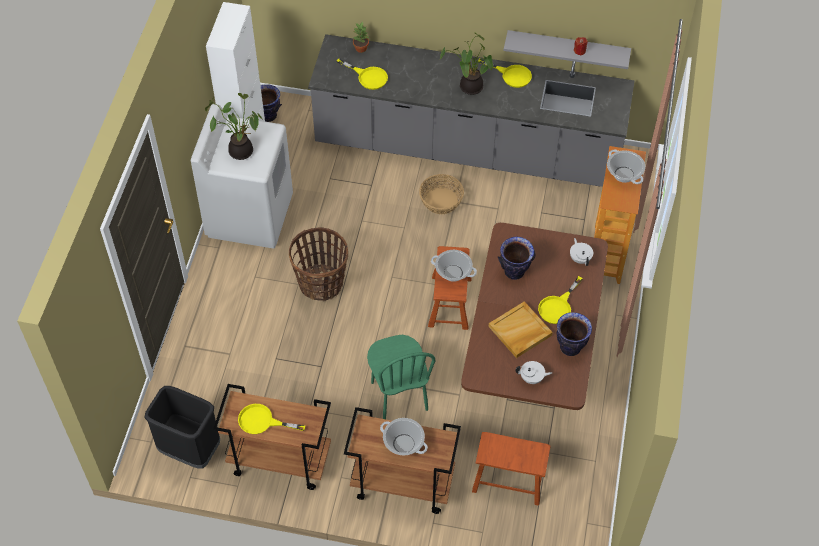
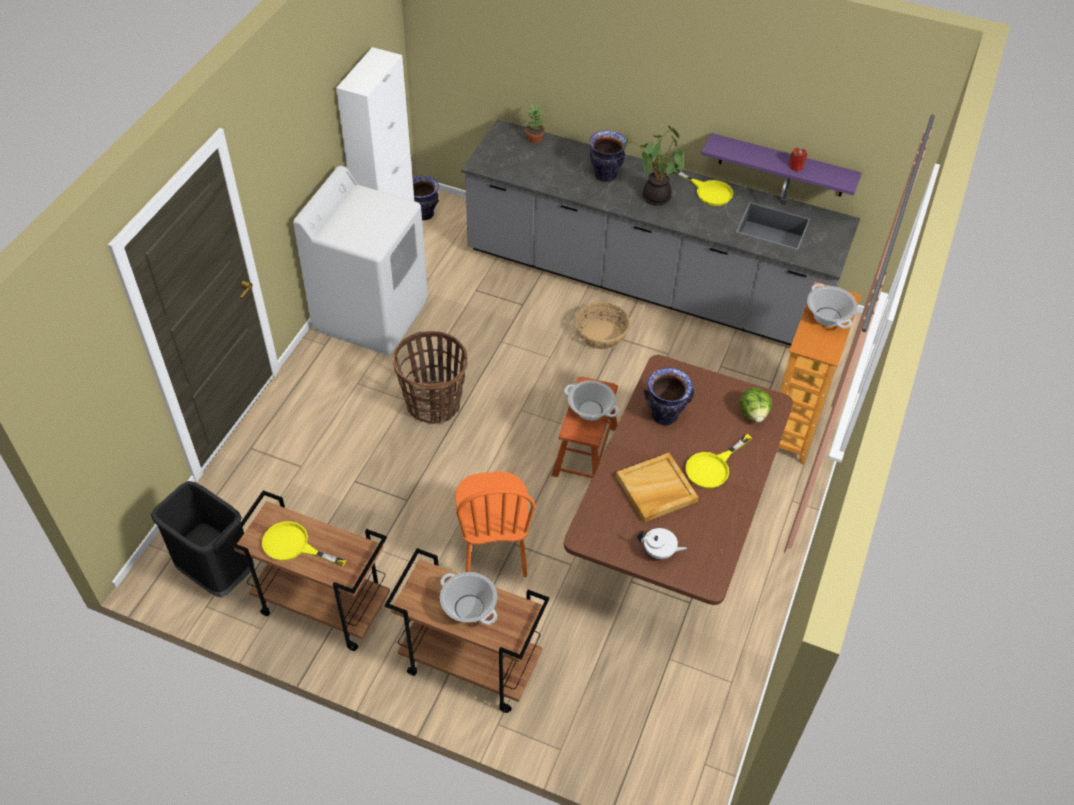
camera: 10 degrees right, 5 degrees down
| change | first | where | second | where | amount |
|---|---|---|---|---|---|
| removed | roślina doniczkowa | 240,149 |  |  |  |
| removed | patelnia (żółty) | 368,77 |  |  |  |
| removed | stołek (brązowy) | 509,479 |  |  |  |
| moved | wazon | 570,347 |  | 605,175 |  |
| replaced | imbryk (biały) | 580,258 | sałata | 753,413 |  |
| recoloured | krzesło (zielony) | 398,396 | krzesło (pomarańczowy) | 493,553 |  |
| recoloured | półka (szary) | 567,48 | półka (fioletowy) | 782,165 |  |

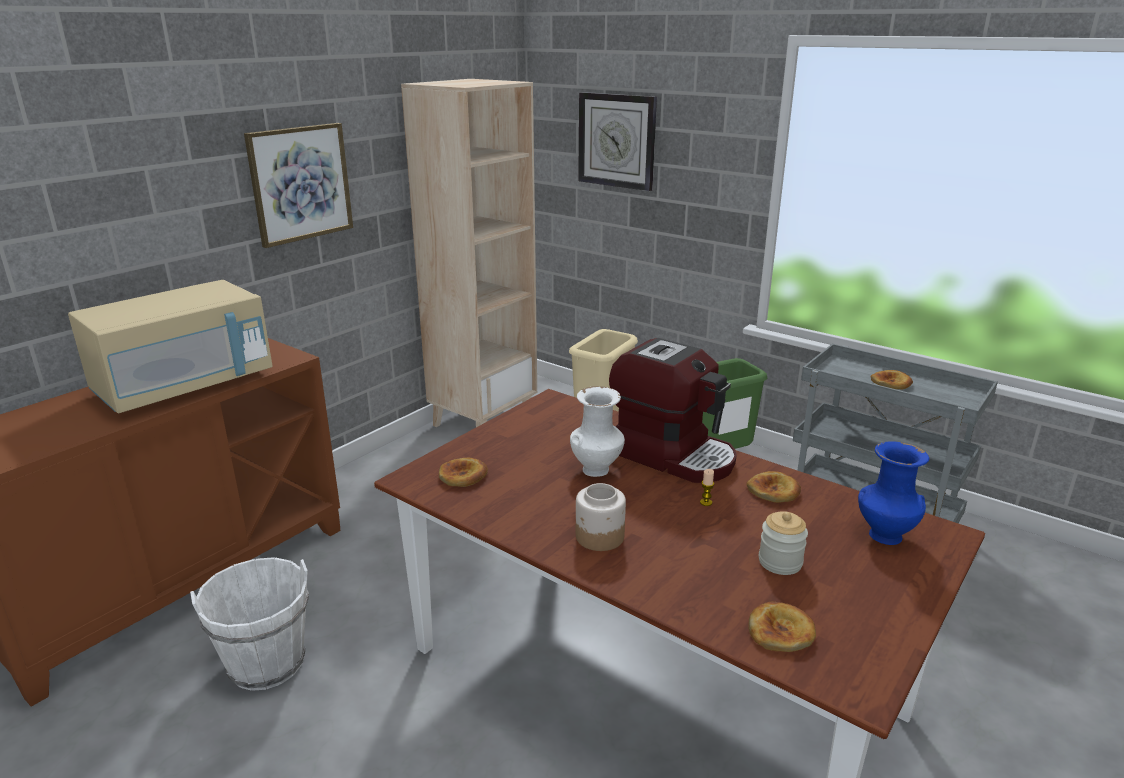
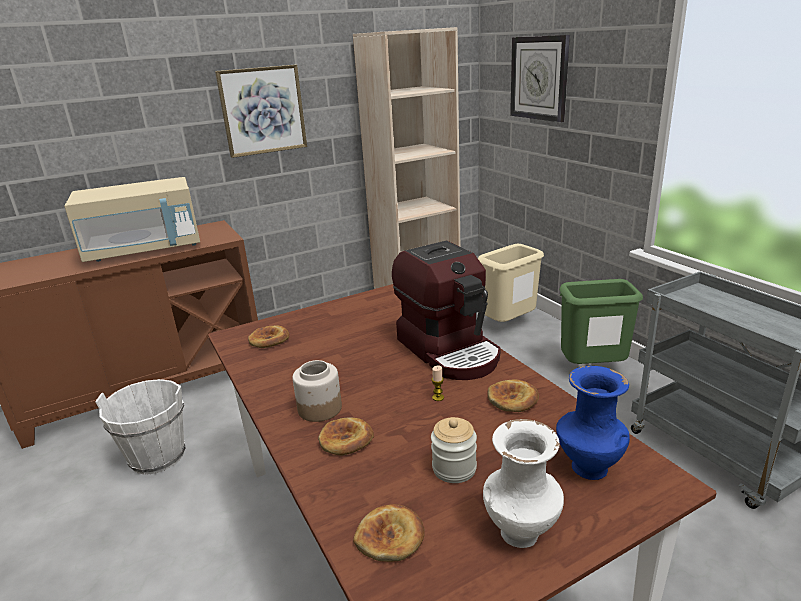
camera: 25 degrees right, 0 degrees up
| change | first | where | second | where | amount |
|---|---|---|---|---|---|
| moved | wazon (biały) | 597,469 |  | 522,532 |  |
| moved | chleb | 891,383 |  | 346,439 |  |

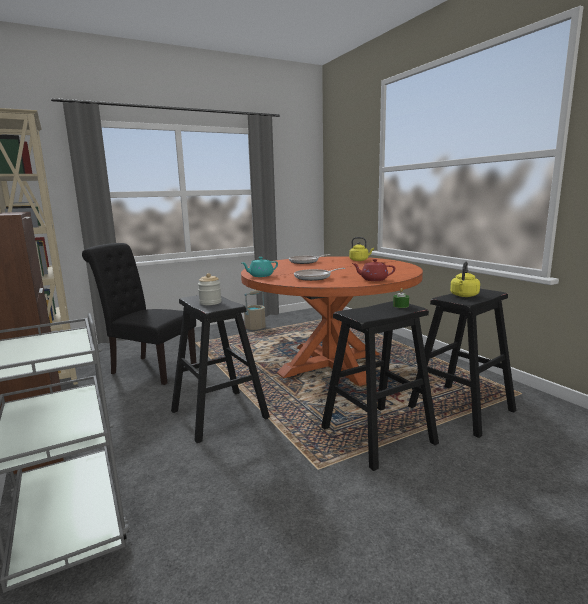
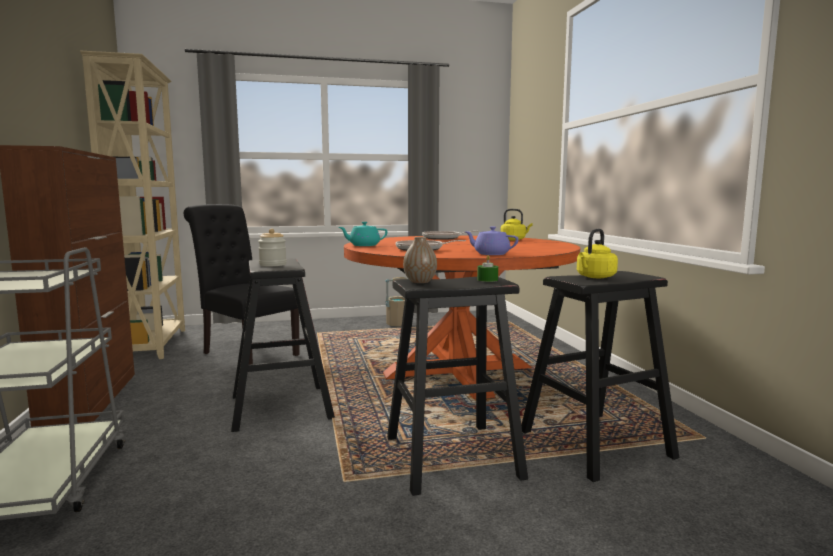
camera: 15 degrees right, 5 degrees down
| change | first | where | second | where | amount |
|---|---|---|---|---|---|
| added |  |  | wazon | 420,281 |  |
| recoloured | imbryk (czerwony) | 373,279 | imbryk (fioletowy) | 490,254 |  |

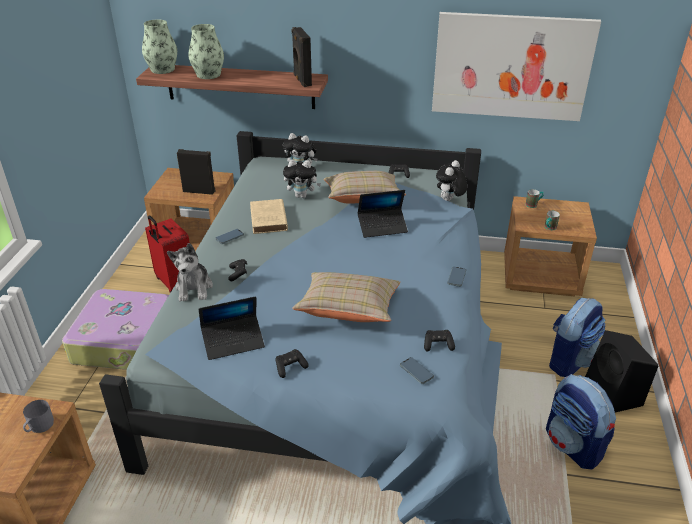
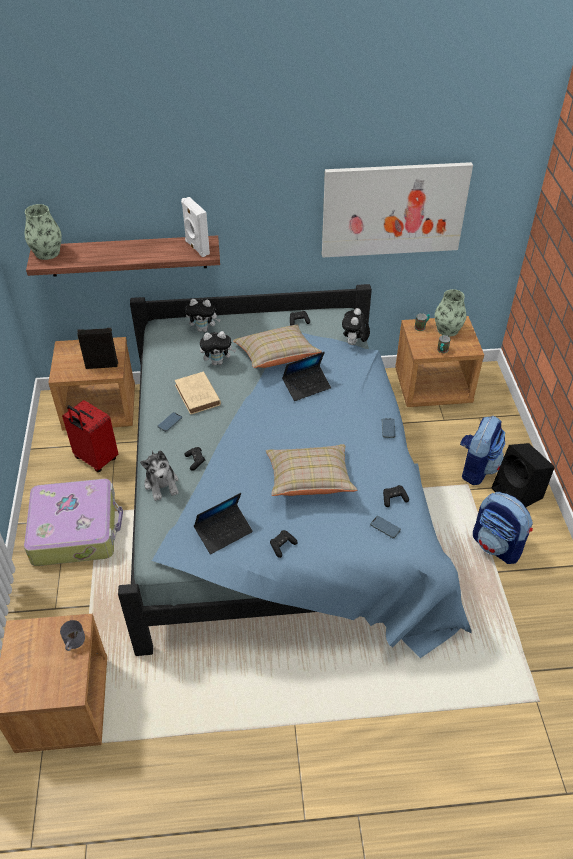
camera: 15 degrees left, 10 degrees up
| change | first | where | second | where | amount |
|---|---|---|---|---|---|
| moved | wazon | 208,74 |  | 447,329 |  |
| recoloured | głośnik (czarny) | 301,80 | głośnik (biały) | 196,248 |  |

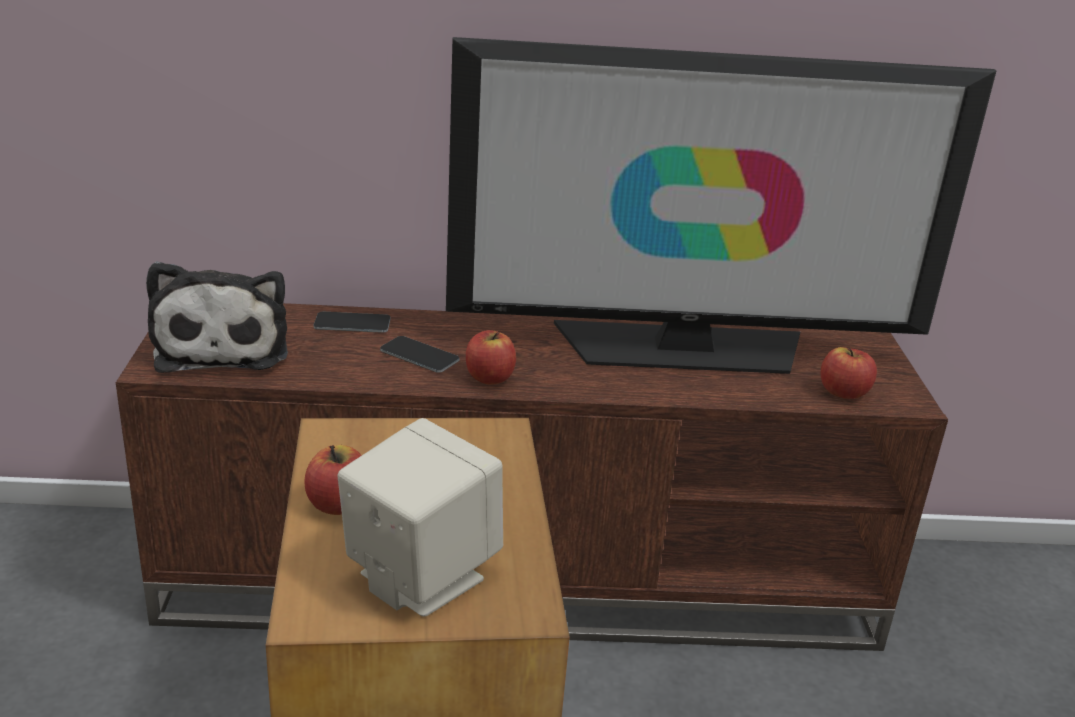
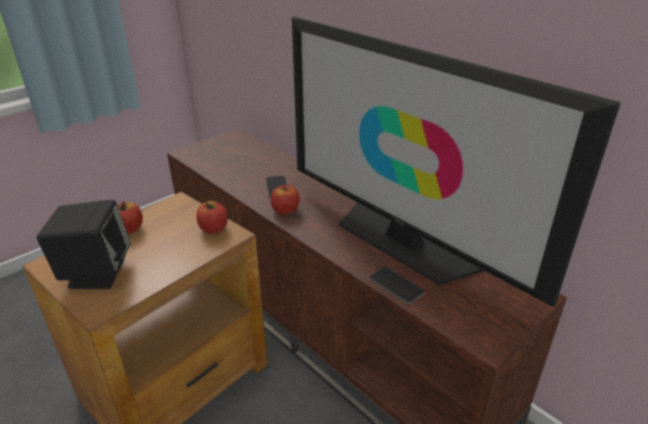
camera: 50 degrees right, 5 degrees up
| change | first | where | second | where | amount |
|---|---|---|---|---|---|
| removed | pluszak | 223,346 |  |  |  |
| moved | telefon | 352,323 |  | 396,285 |  |
| moved | jabłko | 843,392 |  | 214,229 |  |
| recoloured | głośnik (beżowy) | 419,577 | głośnik (czarny) | 96,273 |  |

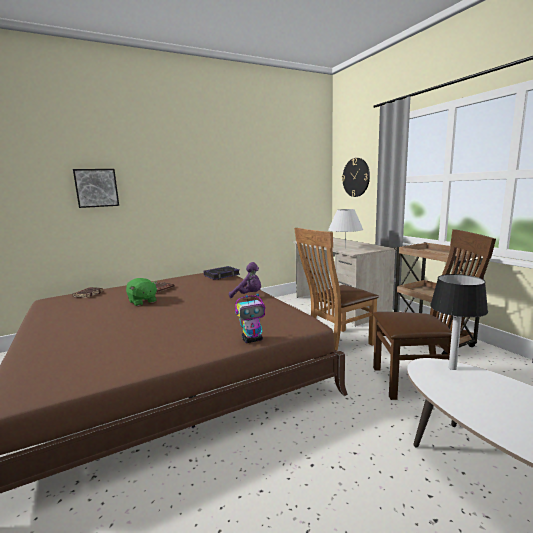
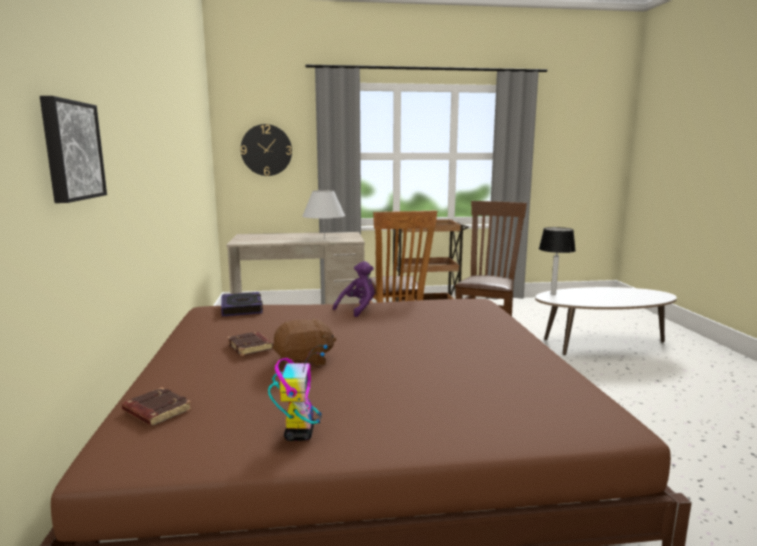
camera: 70 degrees left, 0 degrees up
| change | first | where | second | where | amount |
|---|---|---|---|---|---|
| moved | robot zabawkowy | 252,340 |  | 299,432 |  |
| recoloured | pluszak (zielony) | 142,302 | pluszak (brązowy) | 304,361 |  |

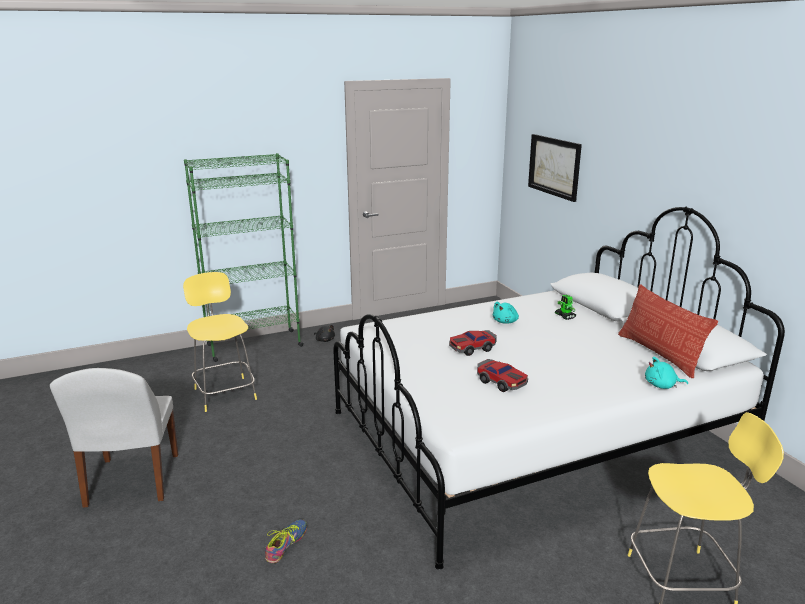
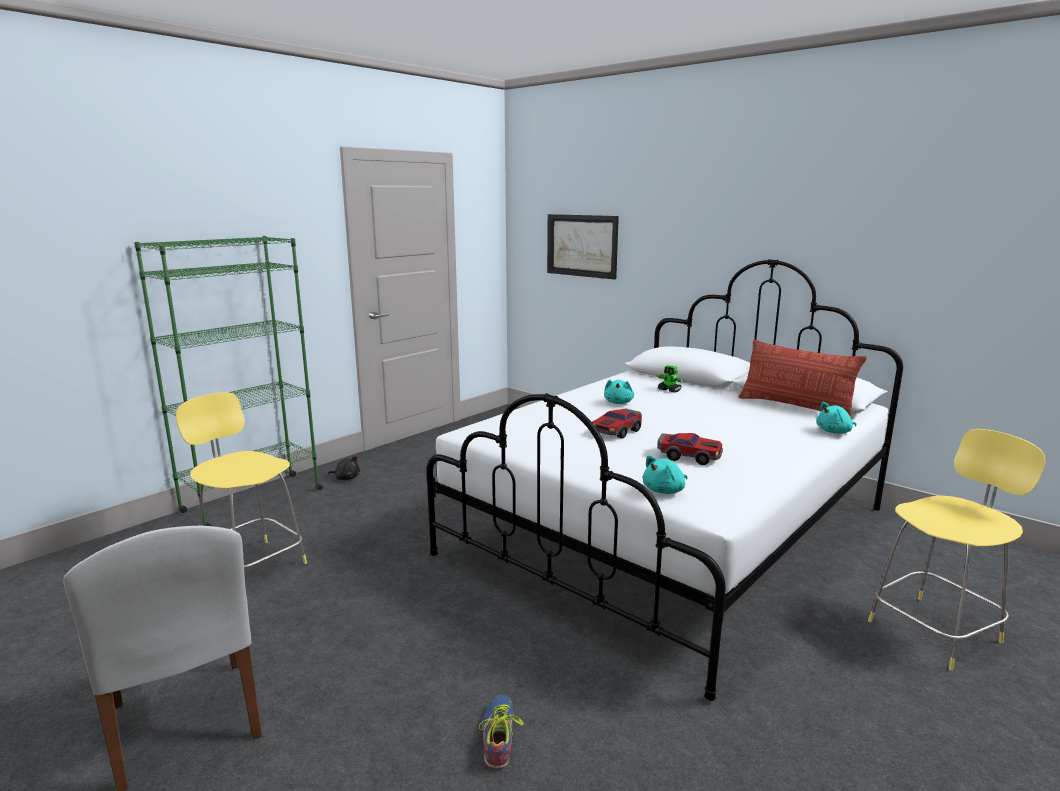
camera: 25 degrees left, 5 degrees down
| change | first | where | second | where | amount |
|---|---|---|---|---|---|
| added |  |  | pluszak (turkusowy) | 665,491 |  |

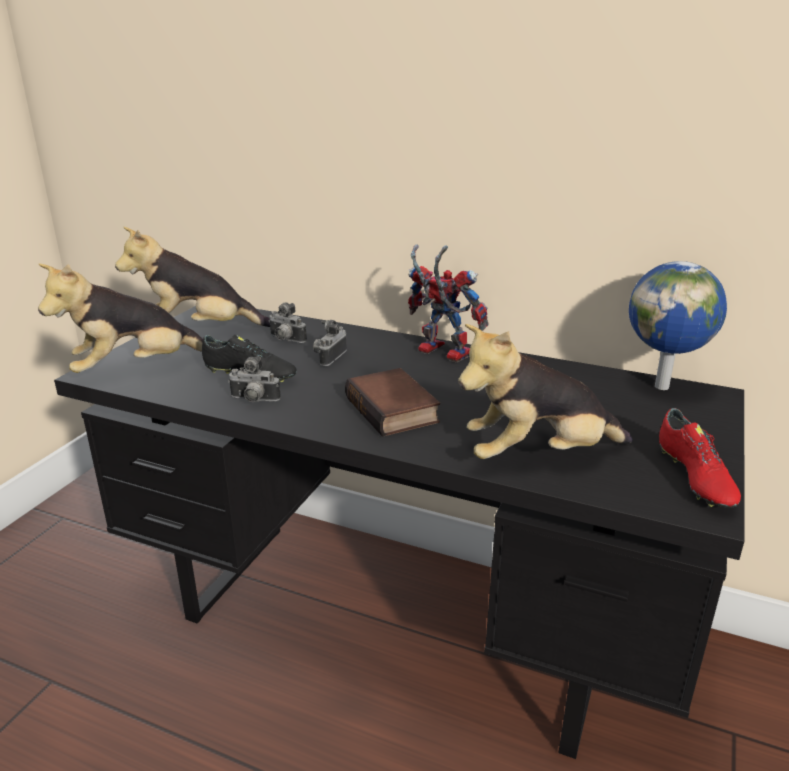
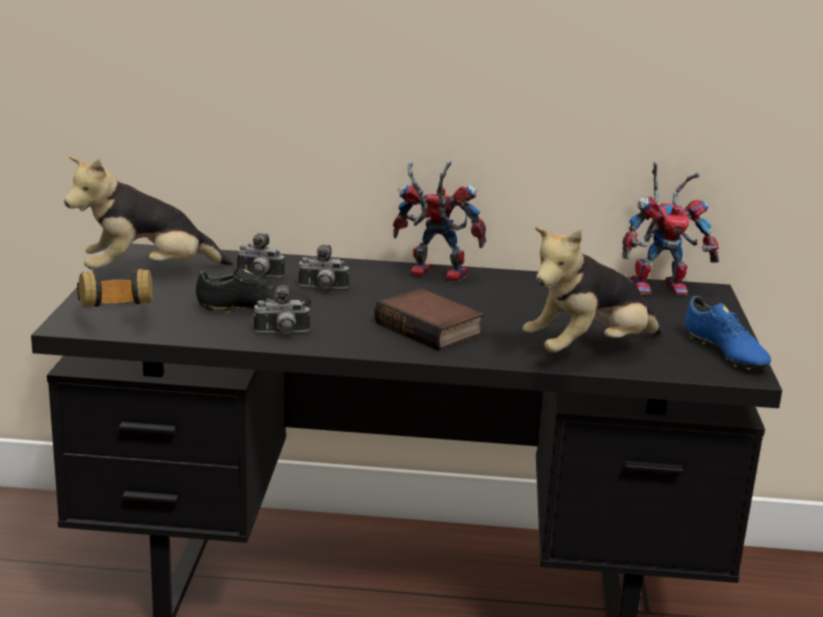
camera: 20 degrees left, 5 degrees down
| change | first | where | second | where | amount |
|---|---|---|---|---|---|
| replaced | pluszak | 135,369 | słuchawki | 116,317 |  |
| replaced | globus | 663,386 | robot zabawkowy | 661,287 |  |
| recoloured | but (czerwony) | 694,478 | but (niebieski) | 724,353 |  |
| turned | aparat fotograficzny | 329,357 |  | 322,289 | 90 degrees counterclockwise |

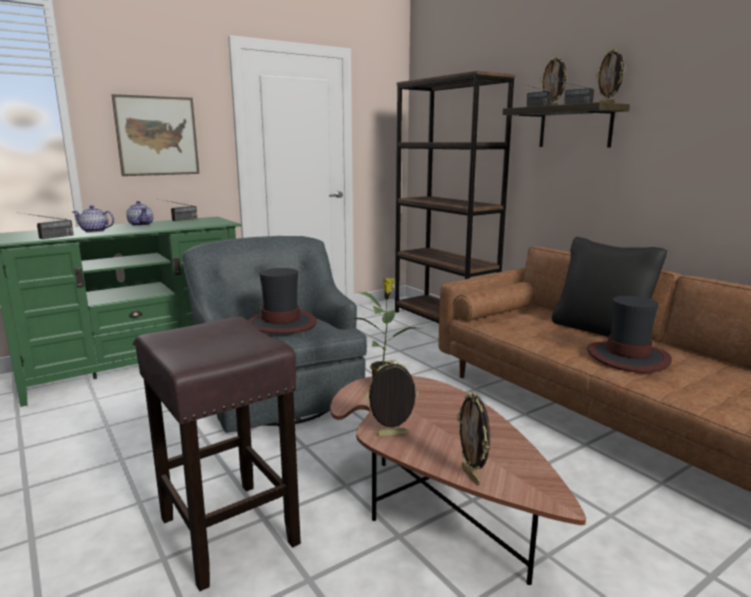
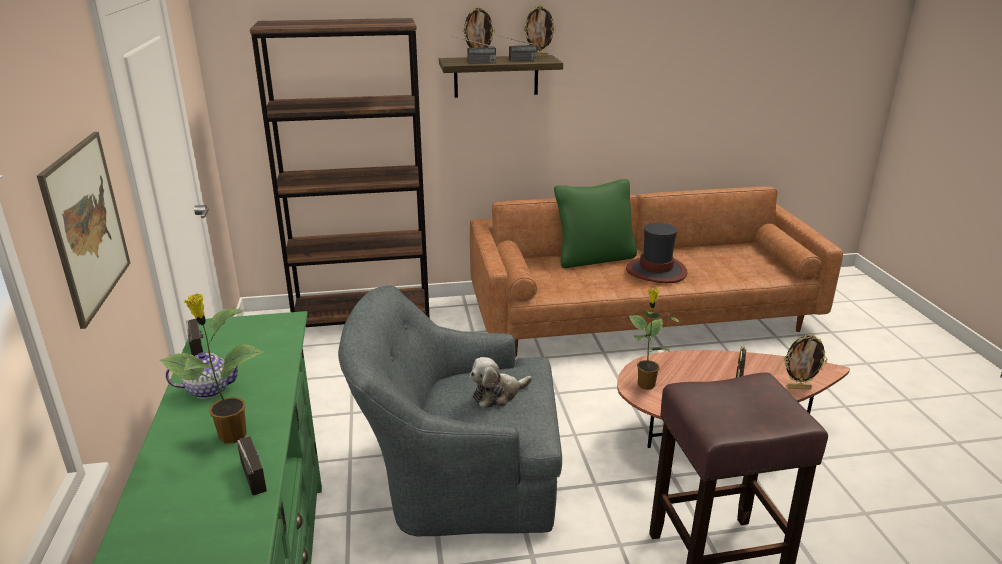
camera: 65 degrees left, 10 degrees up
| change | first | where | second | where | amount |
|---|---|---|---|---|---|
| replaced | imbryk | 95,231 | roślina doniczkowa | 230,436 |  |
| replaced | kapelusz | 281,324 | pluszak | 497,395 |  |
| recoloured | poduszka (czarny) | 601,330 | poduszka (zielony) | 594,258 |  |

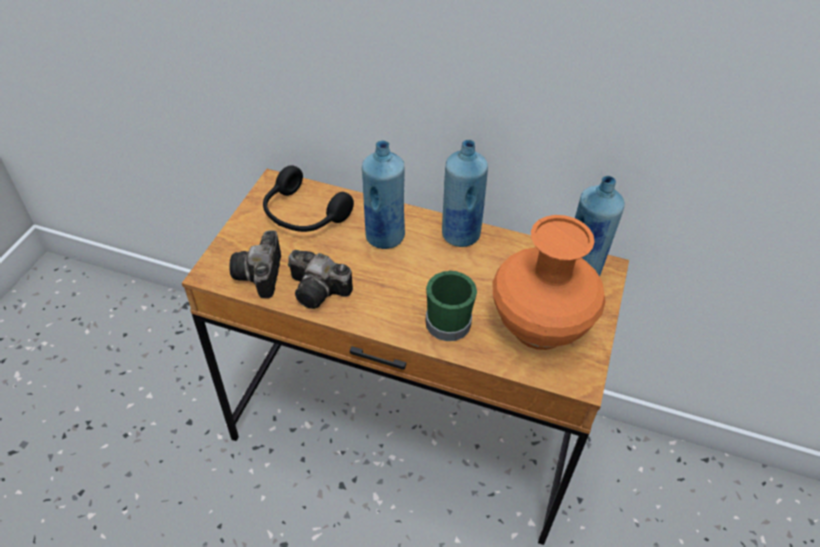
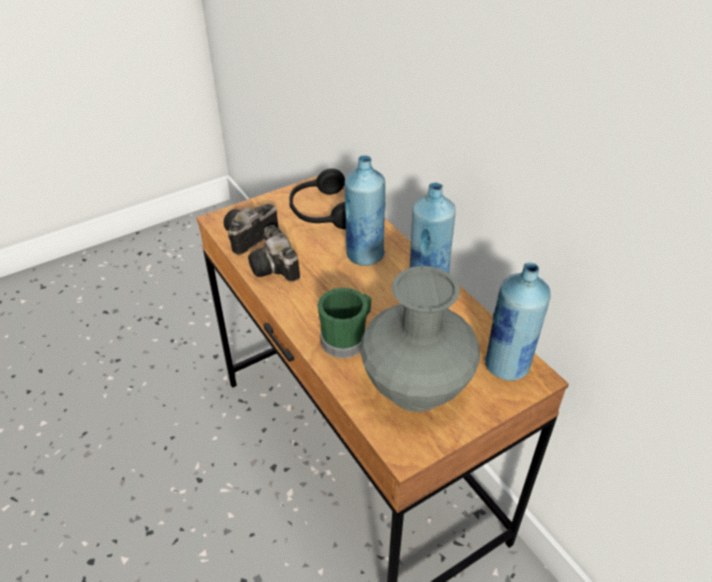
camera: 40 degrees right, 5 degrees down
| change | first | where | second | where | amount |
|---|---|---|---|---|---|
| recoloured | wazon (pomarańczowy) | 539,328 | wazon (szary) | 415,389 |  |

